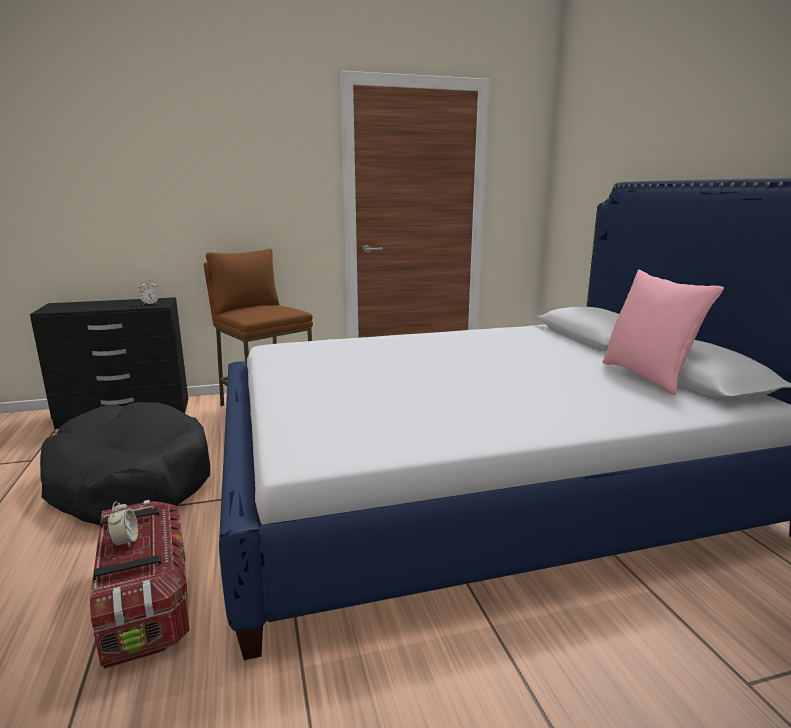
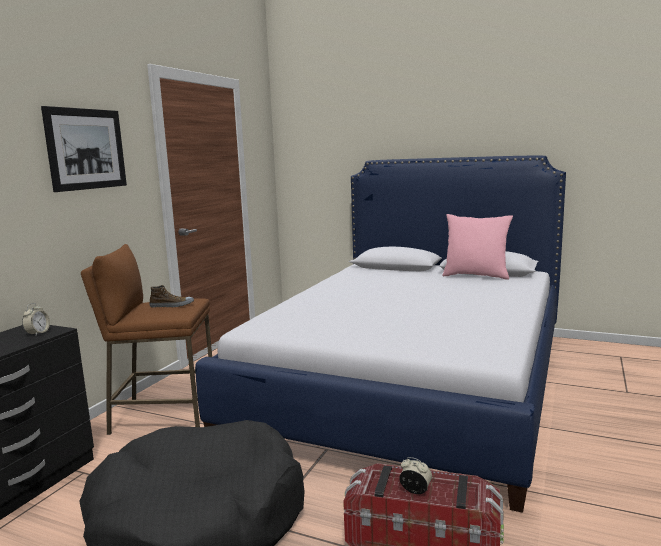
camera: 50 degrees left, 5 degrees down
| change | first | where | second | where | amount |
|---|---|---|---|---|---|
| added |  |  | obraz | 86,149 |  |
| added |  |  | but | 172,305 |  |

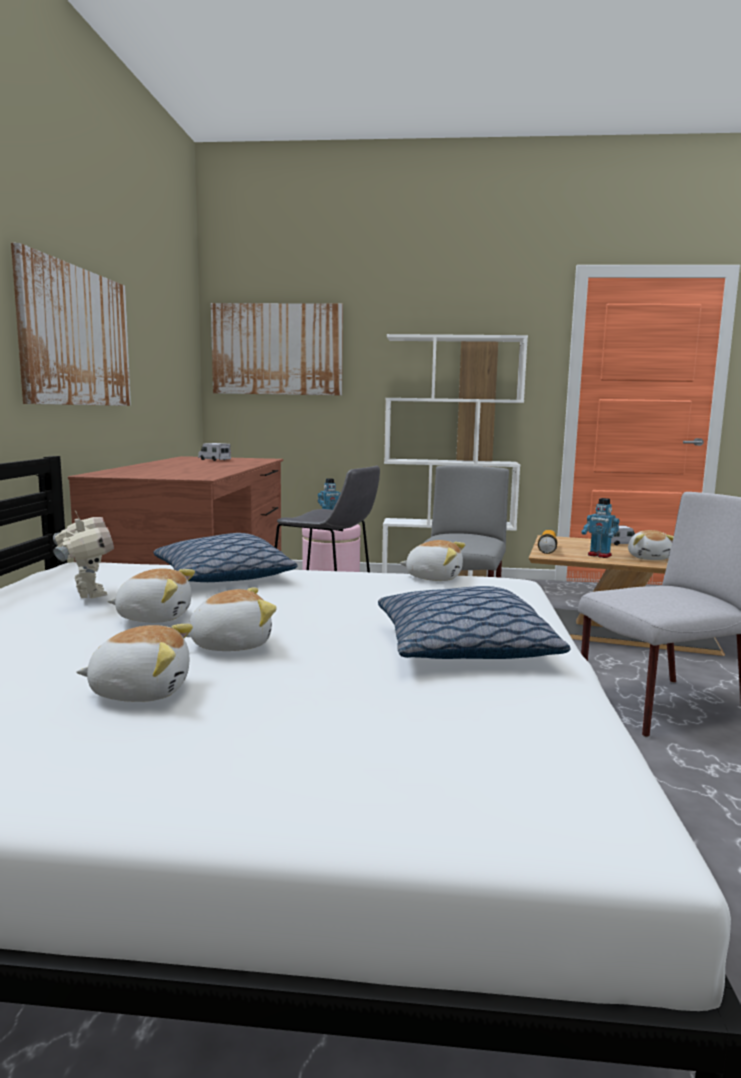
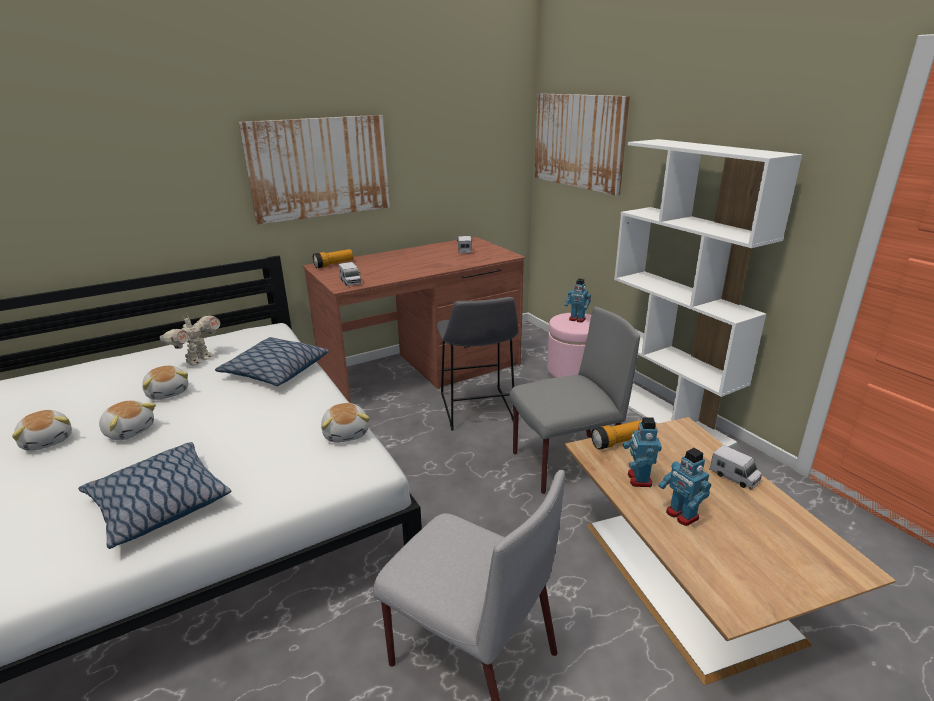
camera: 55 degrees right, 15 degrees up
| change | first | where | second | where | amount |
|---|---|---|---|---|---|
| added |  |  | latarka | 334,265 |  |
| added |  |  | ciężarówka zabawkowa | 350,282 |  |
| replaced | pluszak | 649,558 | robot zabawkowy | 681,515 |  |

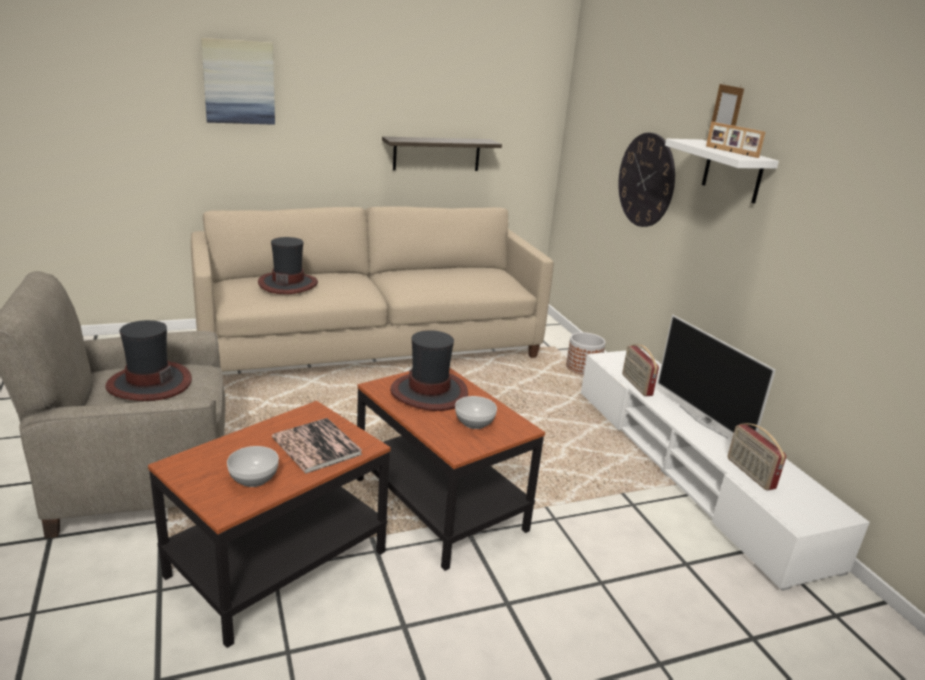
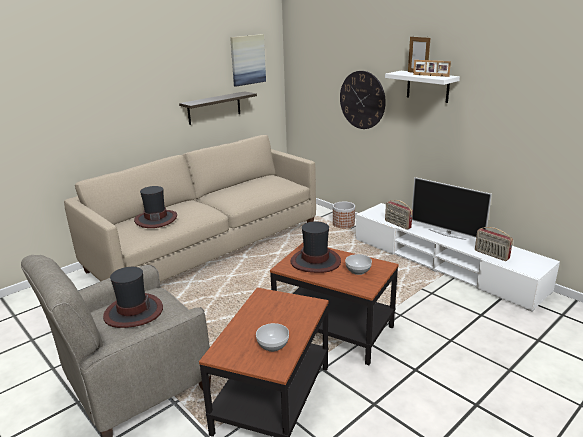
camera: 20 degrees left, 0 degrees up
| change | first | where | second | where | amount |
|---|---|---|---|---|---|
| removed | książka | 316,446 |  |  |  |
| moved | obraz | 239,82 |  | 247,60 |  |

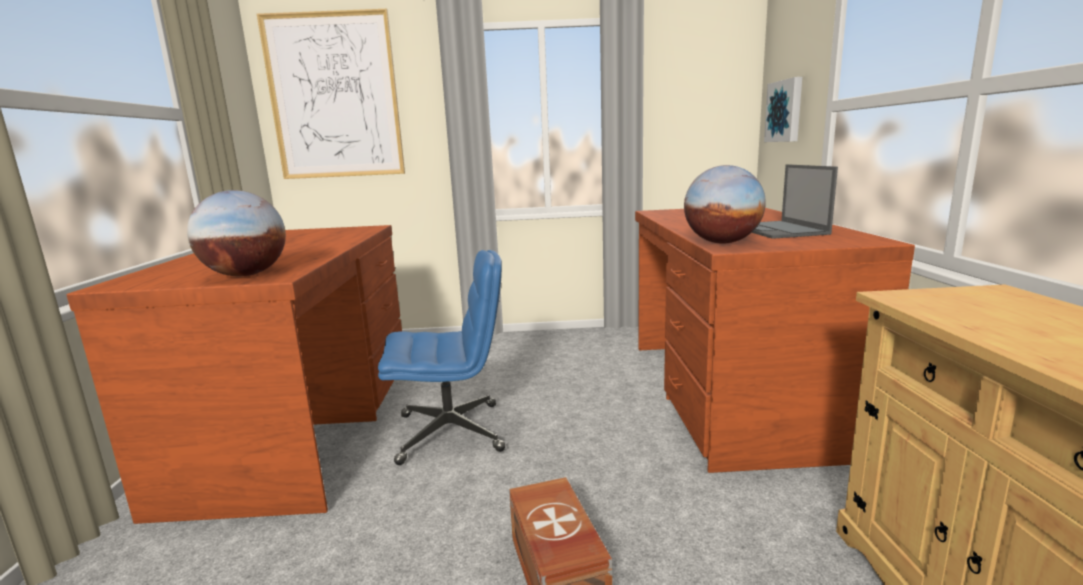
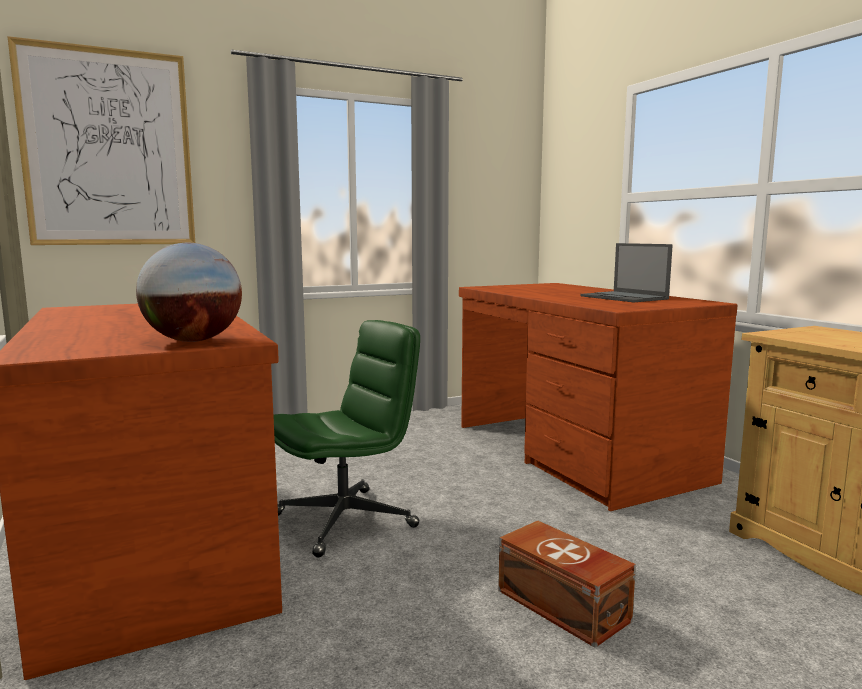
camera: 25 degrees left, 5 degrees down
| change | first | where | second | where | amount |
|---|---|---|---|---|---|
| removed | globus | 721,242 |  |  |  |
| removed | obraz | 785,111 |  |  |  |
| recoloured | krzesło biurowe (niebieski) | 452,432 | krzesło biurowe (zielony) | 345,520 |  |

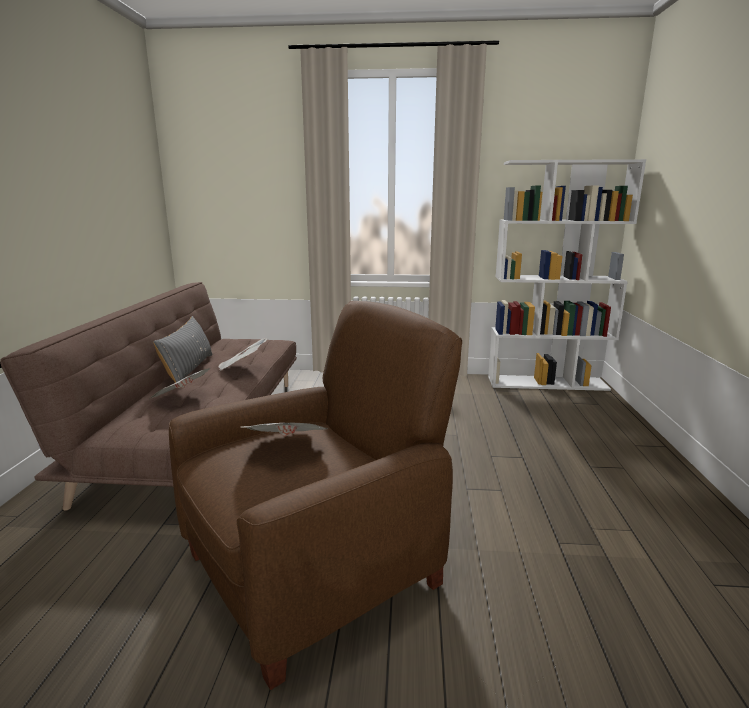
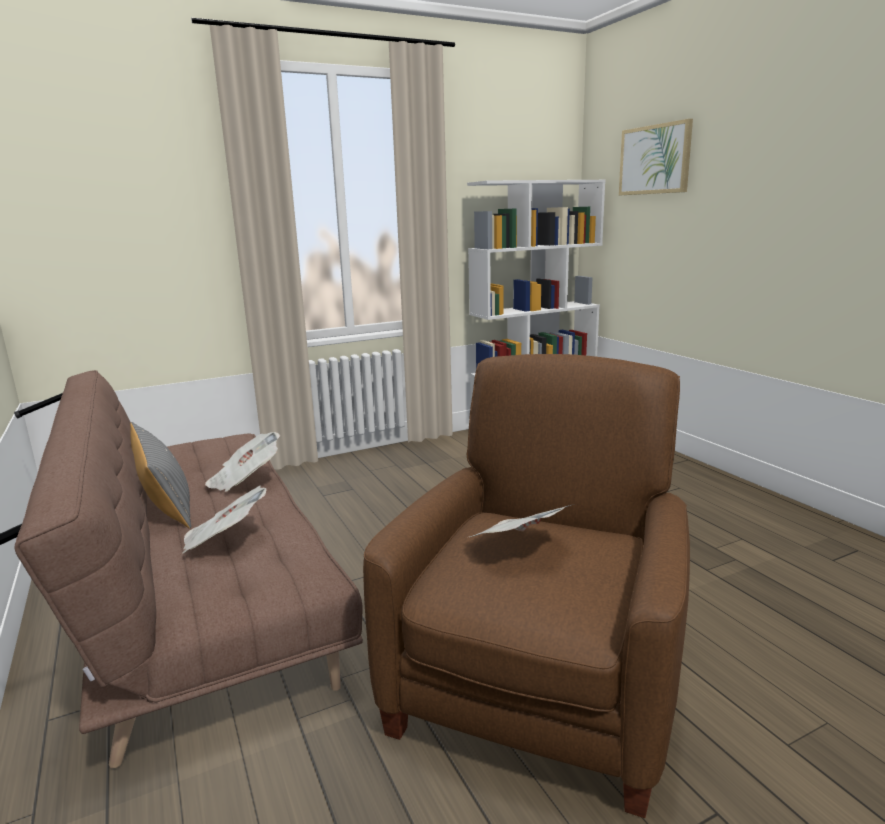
camera: 30 degrees left, 0 degrees up
| change | first | where | second | where | amount |
|---|---|---|---|---|---|
| added |  |  | obraz | 655,160 |  |

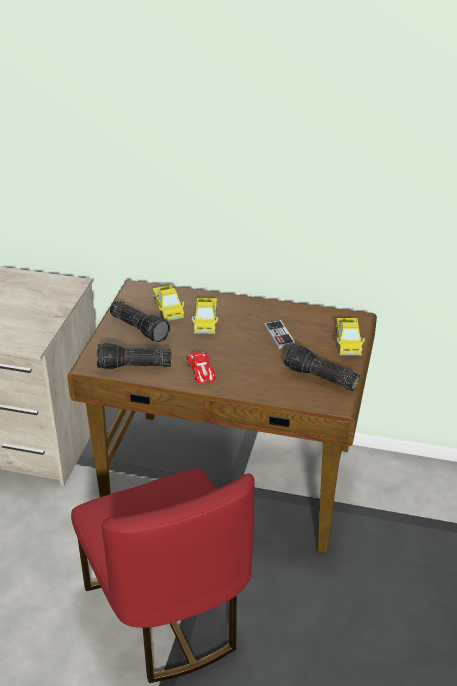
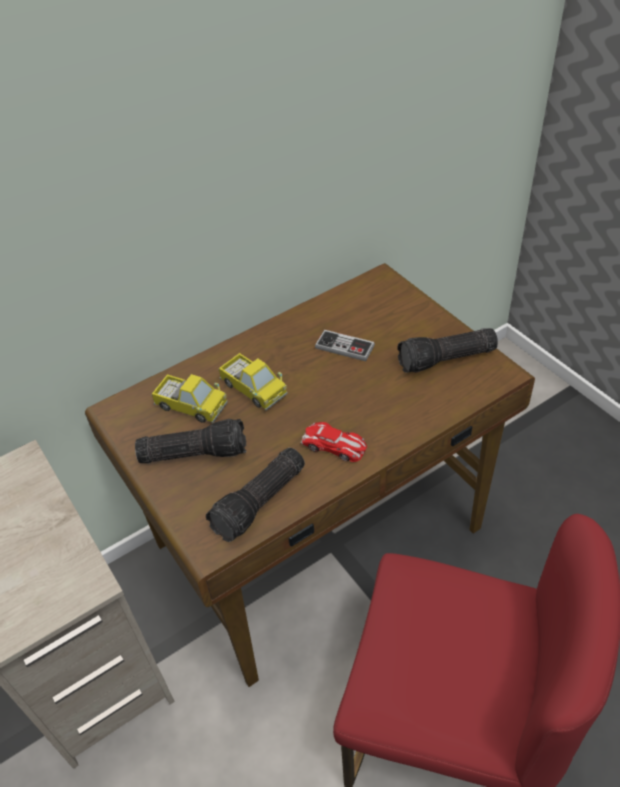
camera: 45 degrees left, 10 degrees up
| change | first | where | second | where | amount |
|---|---|---|---|---|---|
| removed | ciężarówka zabawkowa | 348,343 |  |  |  |

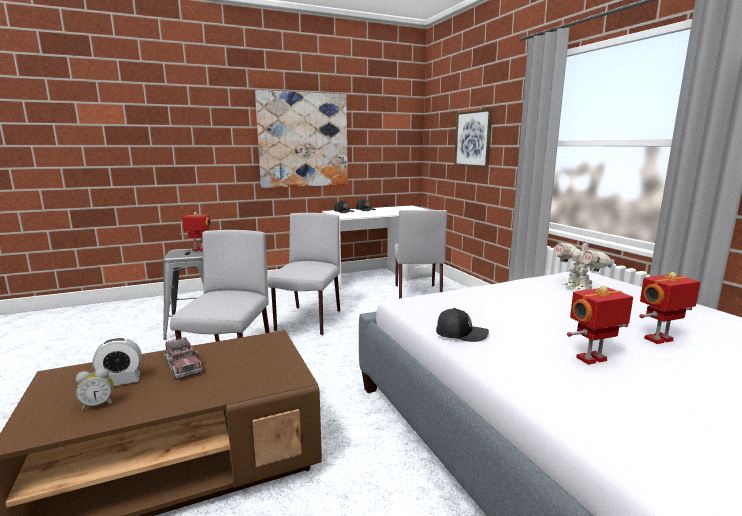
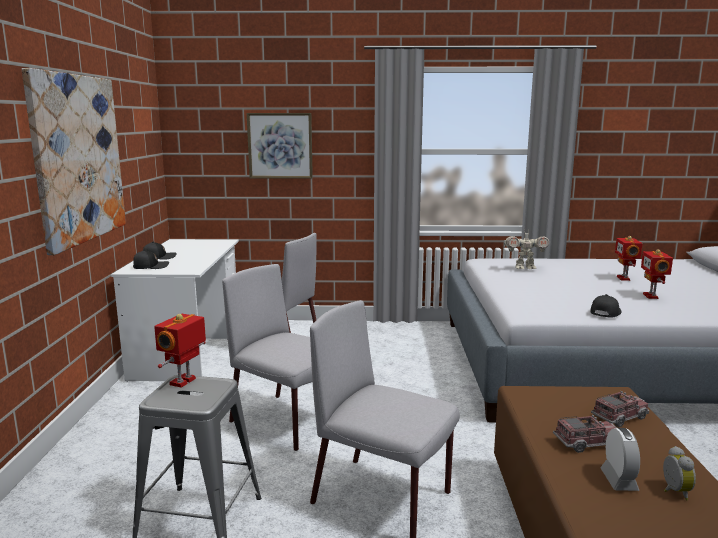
camera: 65 degrees left, 0 degrees up
| change | first | where | second | where | amount |
|---|---|---|---|---|---|
| added |  |  | ciężarówka zabawkowa | 619,417 |  |

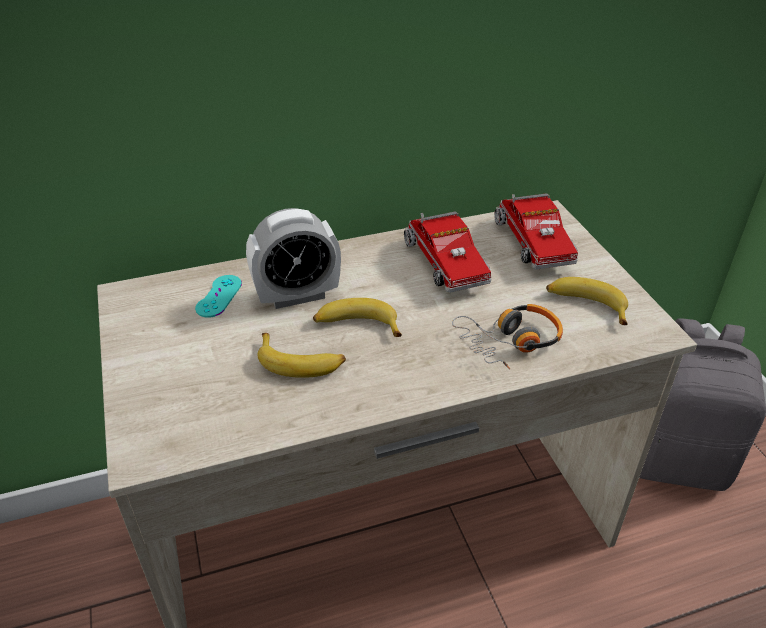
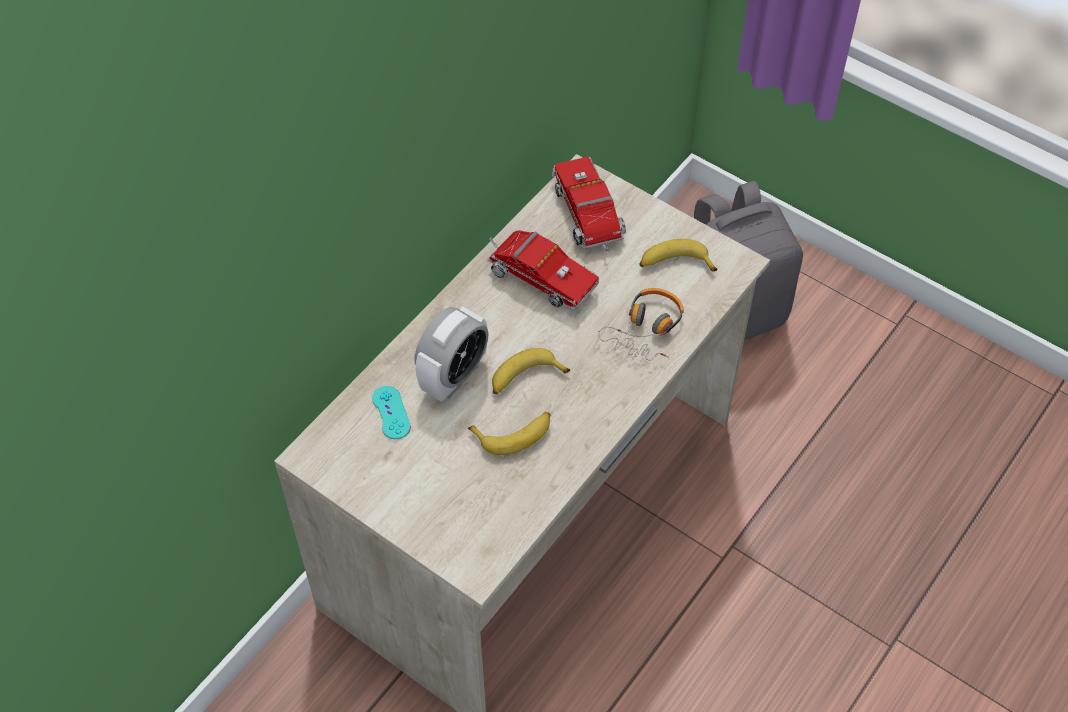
camera: 35 degrees left, 15 degrees up
| change | first | where | second | where | amount |
|---|---|---|---|---|---|
| turned | ciężarówka zabawkowa | 530,241 |  | 589,217 | 150 degrees counterclockwise |

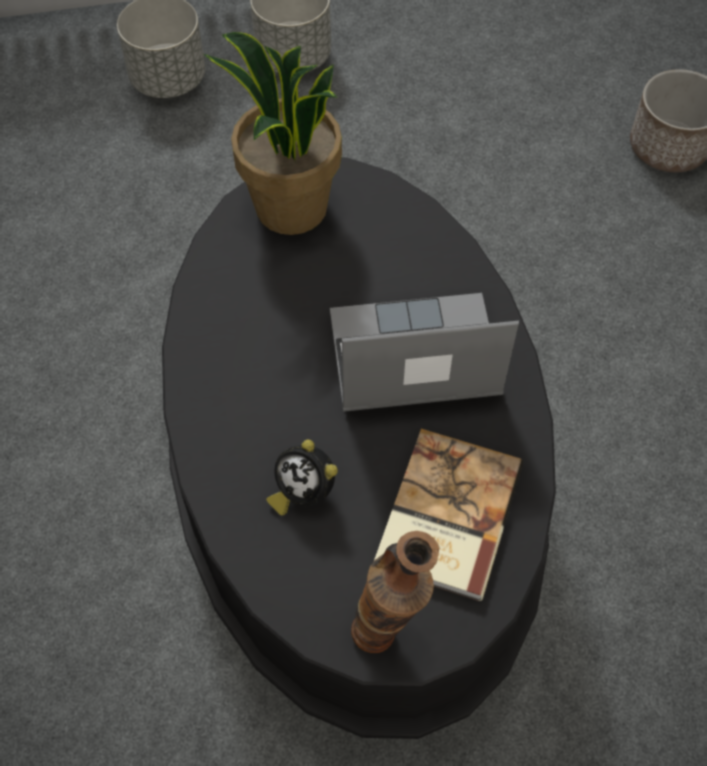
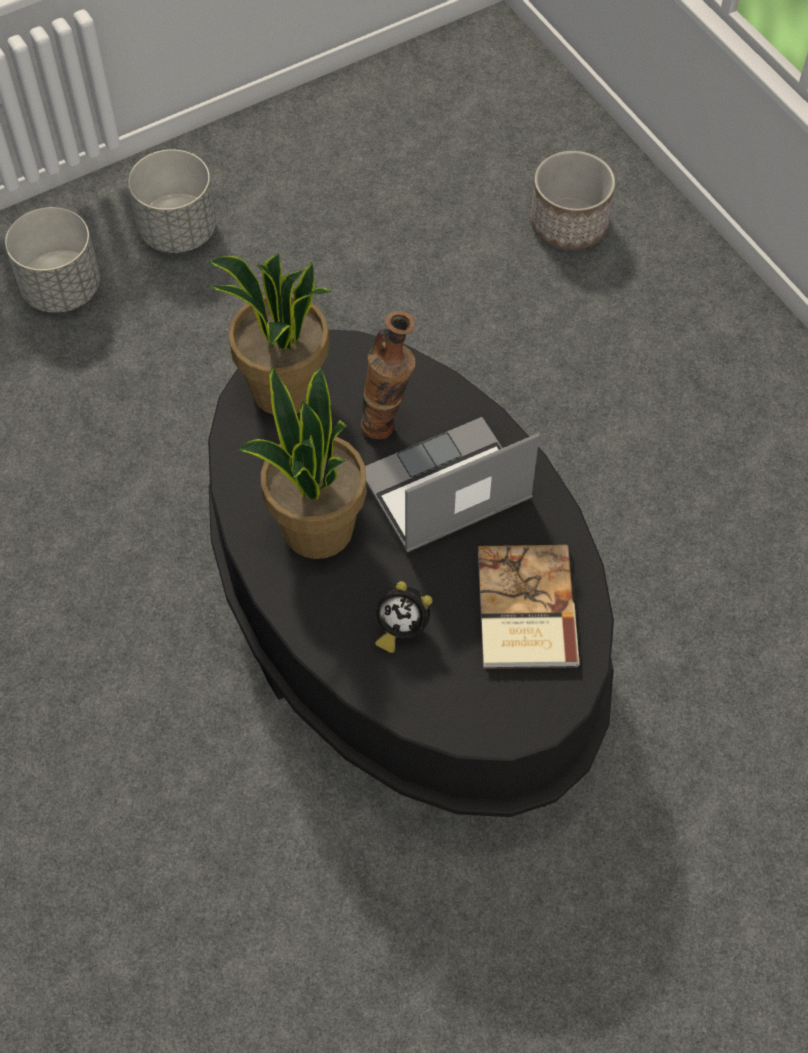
camera: 20 degrees left, 0 degrees up
| change | first | where | second | where | amount |
|---|---|---|---|---|---|
| added |  |  | roślina doniczkowa | 316,528 |  |
| moved | wazon | 388,631 |  | 387,424 |  |

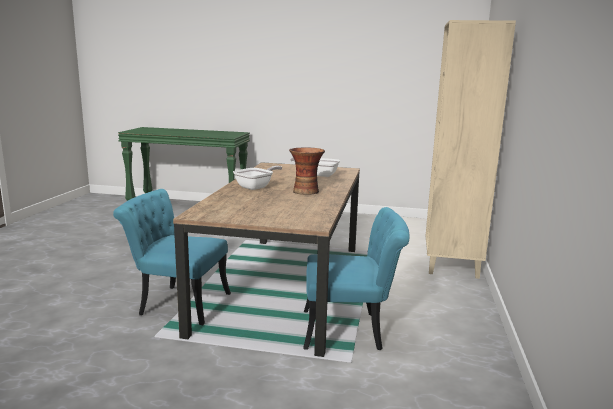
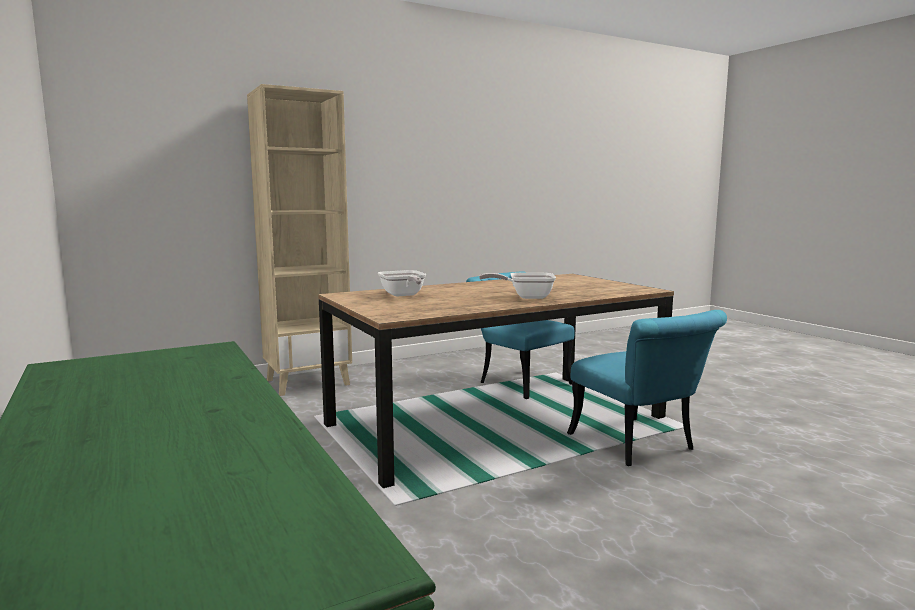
camera: 130 degrees left, 5 degrees down
| change | first | where | second | where | amount |
|---|---|---|---|---|---|
| removed | wazon | 305,191 |  |  |  |

